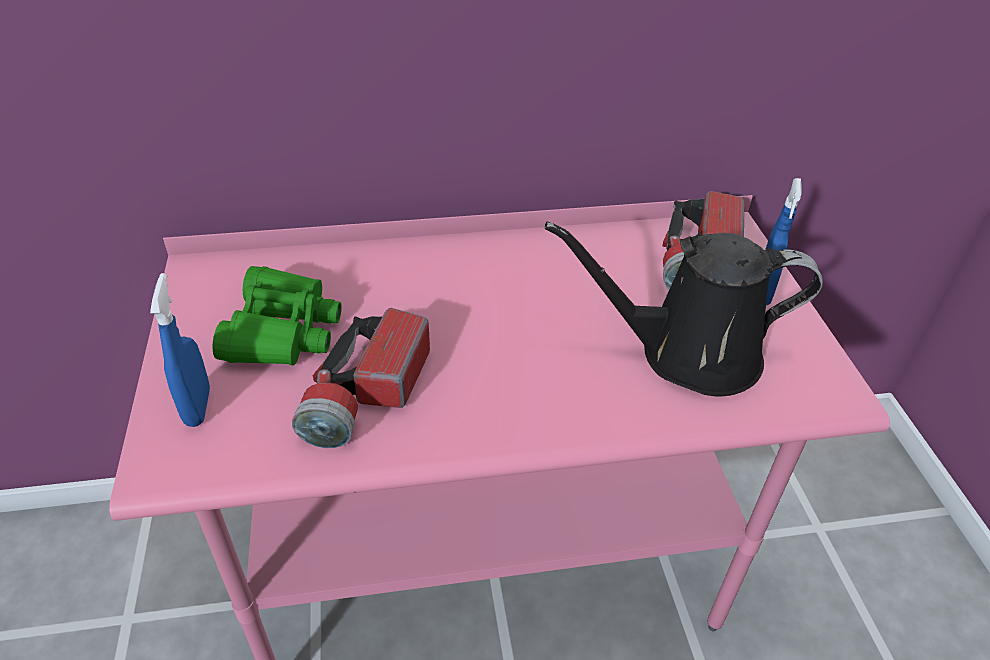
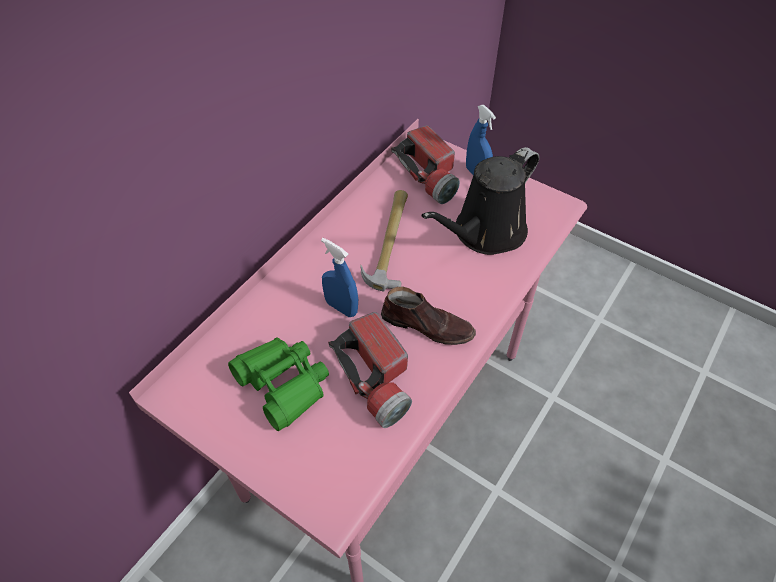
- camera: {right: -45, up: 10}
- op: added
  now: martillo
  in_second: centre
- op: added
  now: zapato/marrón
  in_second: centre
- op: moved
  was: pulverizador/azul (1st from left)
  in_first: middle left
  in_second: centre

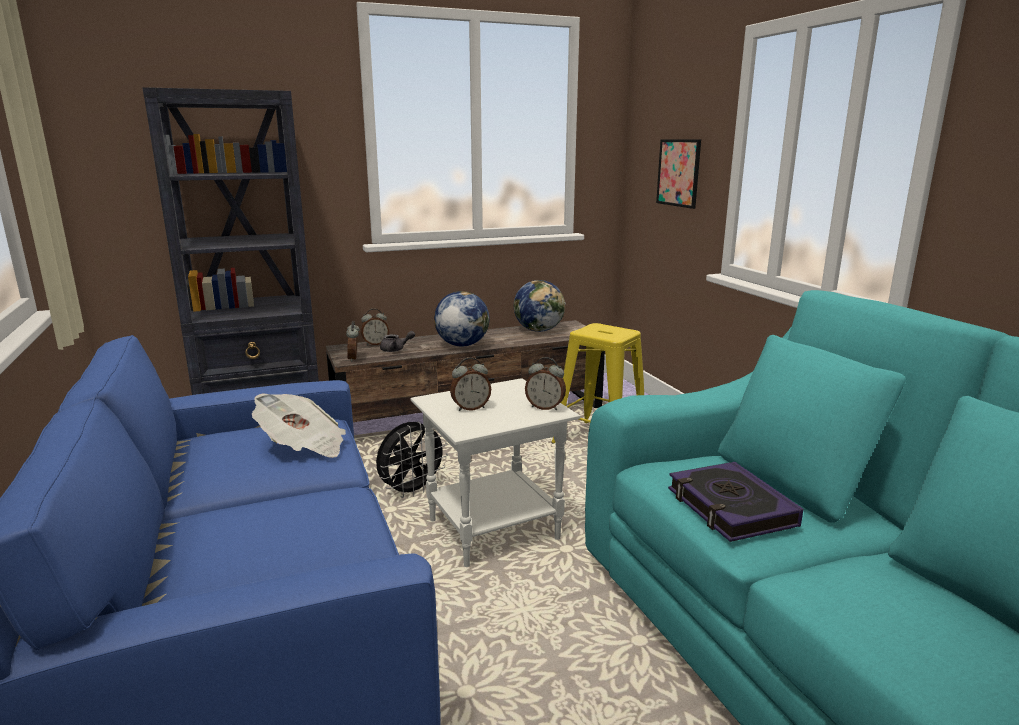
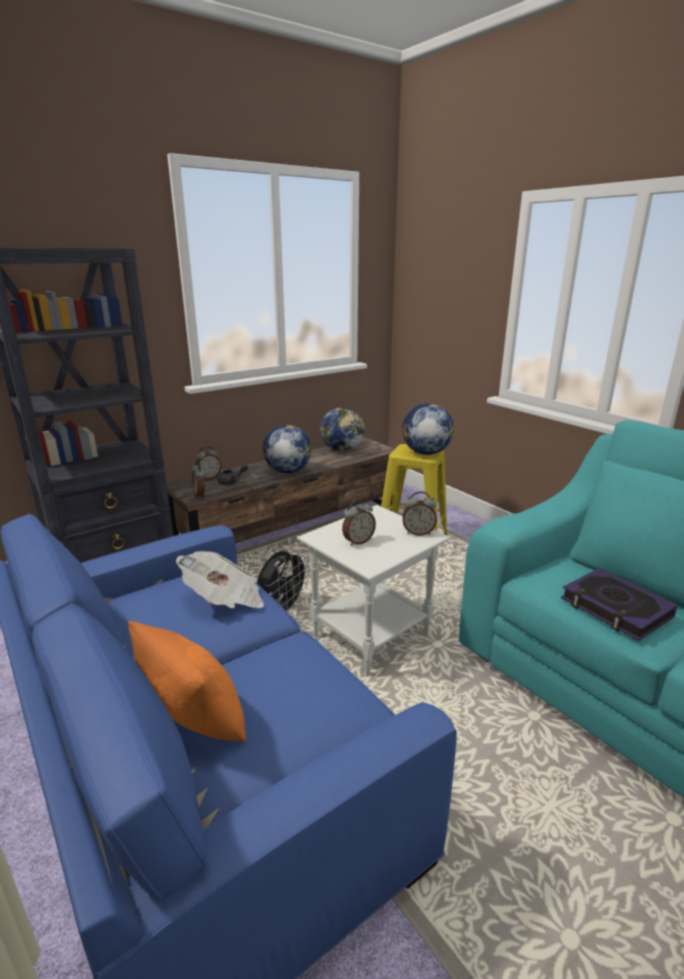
- camera: {right: -15, up: 5}
- op: removed
  was: cuadro
  in_first: top centre
- op: added
  now: cojín/naranja
  in_second: bottom left
- op: added
  now: globo terráqueo (3rd from left)
  in_second: centre

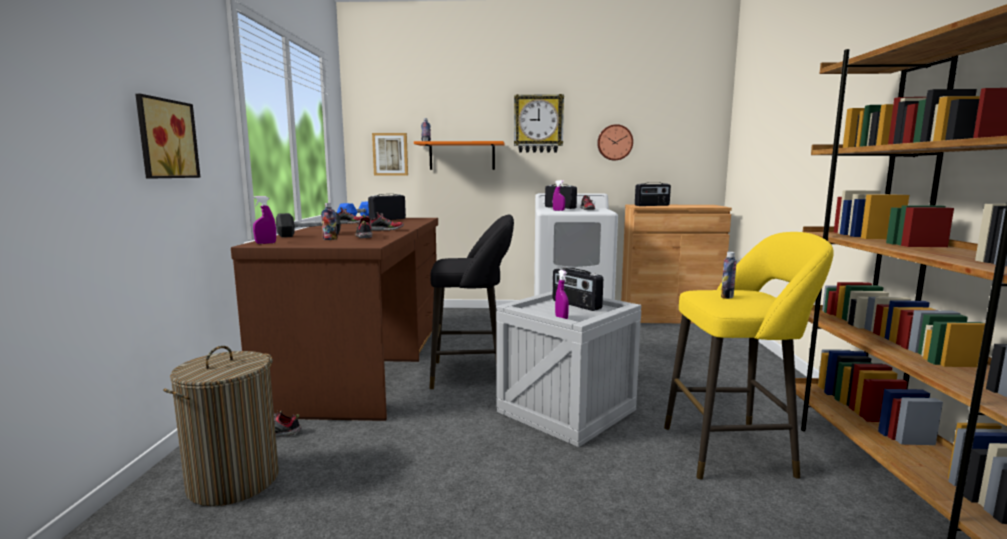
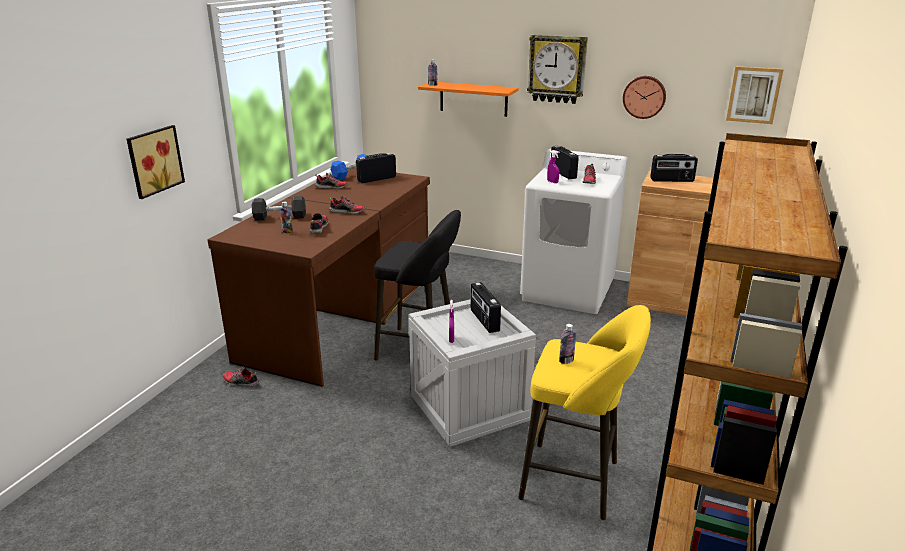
- camera: {right: 20, up: 15}
- op: removed
  was: cesto de la ropa
  in_first: bottom left
- op: removed
  was: pulverizador/morado (1st from left)
  in_first: middle left
- op: moved
  was: cuadro (2nd from left)
  in_first: top centre
  in_second: top right

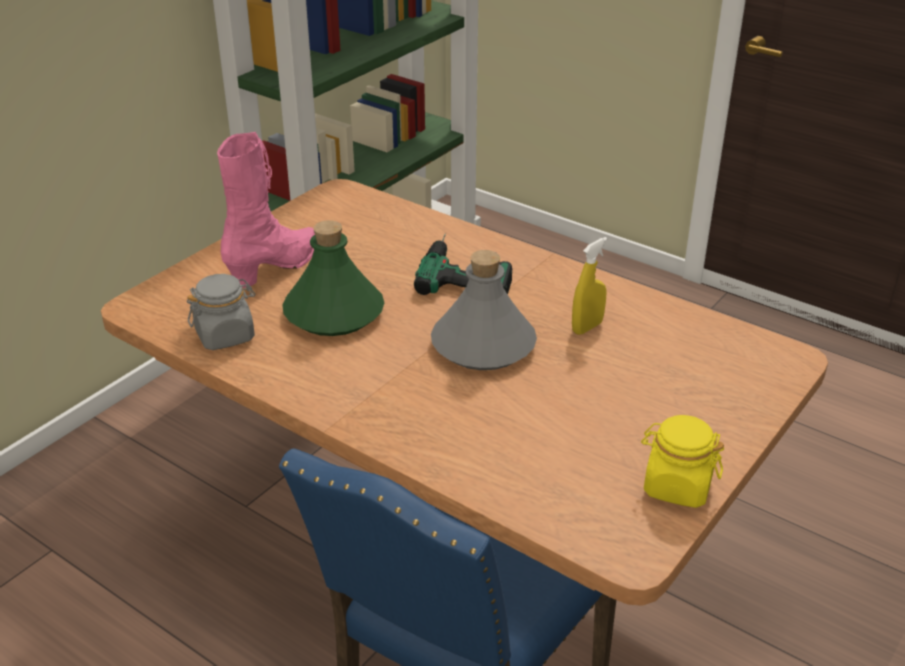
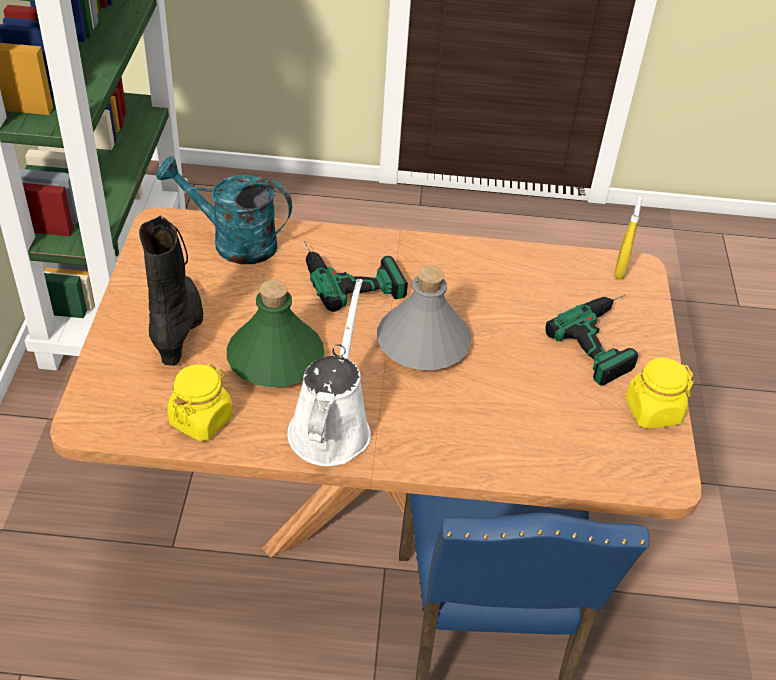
- camera: {right: -35, up: 10}
- op: added
  now: regadera/turquesa
  in_second: top left
- op: added
  now: regadera/blanco
  in_second: centre
- op: added
  now: taladro (2nd from left)
  in_second: middle right
- op: moved
  was: pulverizador/amarillo
  in_first: centre
  in_second: middle right
- op: recoloured
  was: tarro/gris
  now: tarro/amarillo (1st from left)
  in_first: middle left
  in_second: middle left
- op: recoloured
  was: bota/rosa
  now: bota/negro
  in_first: top left
  in_second: middle left

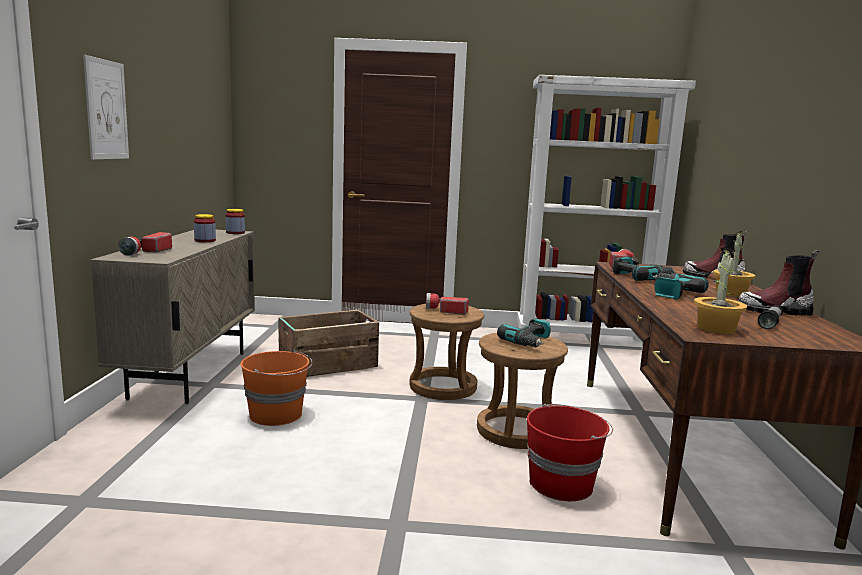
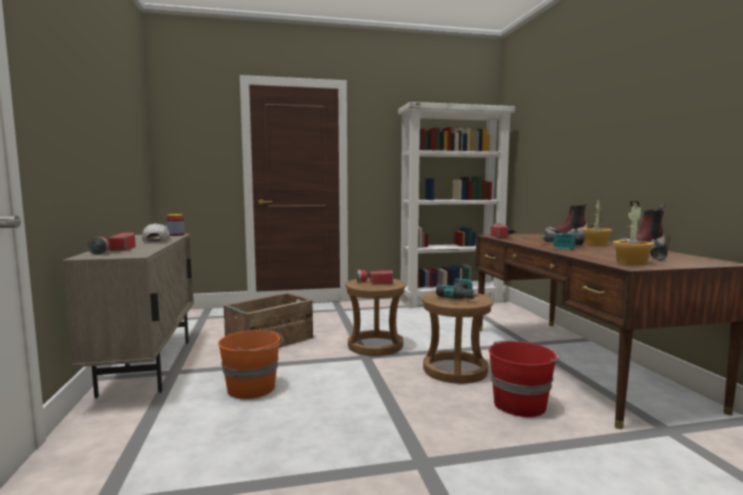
- camera: {right: -15, up: -5}
- op: removed
  was: cuadro
  in_first: top left
- op: removed
  was: taladro (2nd from left)
  in_first: middle right
- op: replaced
  was: tarro (1st from left)
  now: gorra/blanco
  in_first: middle left
  in_second: middle left

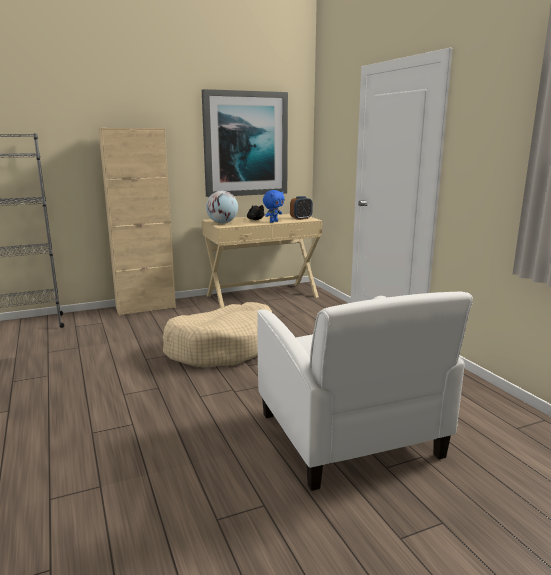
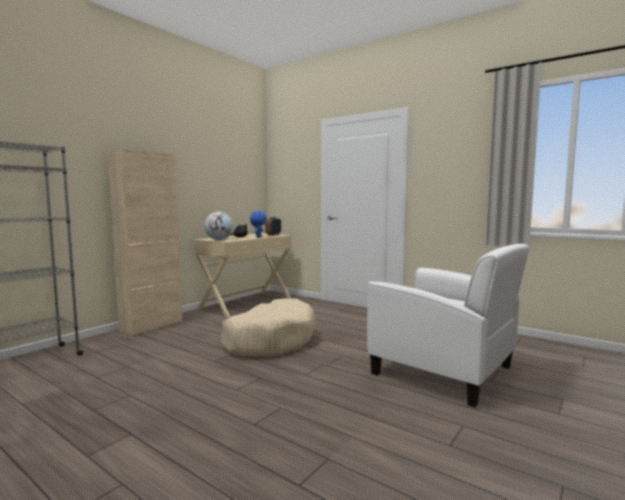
- camera: {right: -30, up: -10}
- op: removed
  was: cuadro
  in_first: top centre

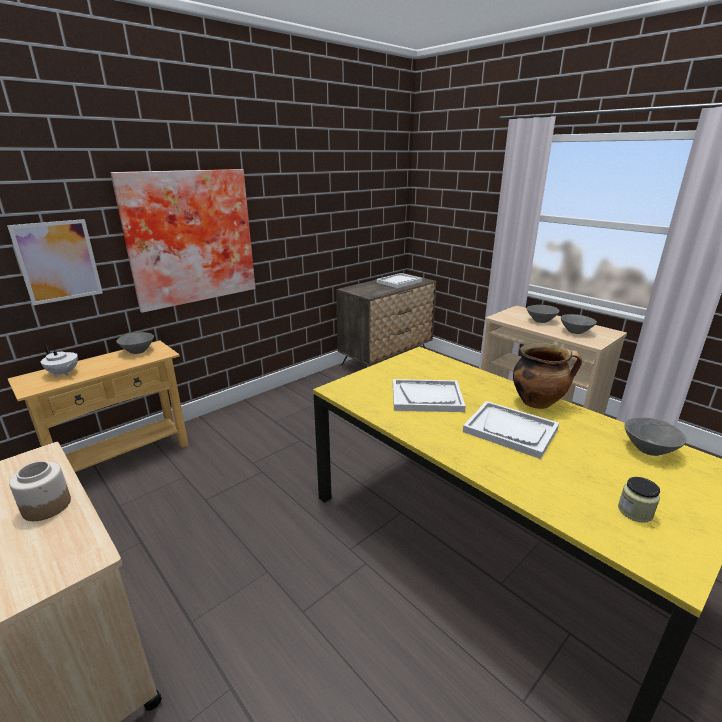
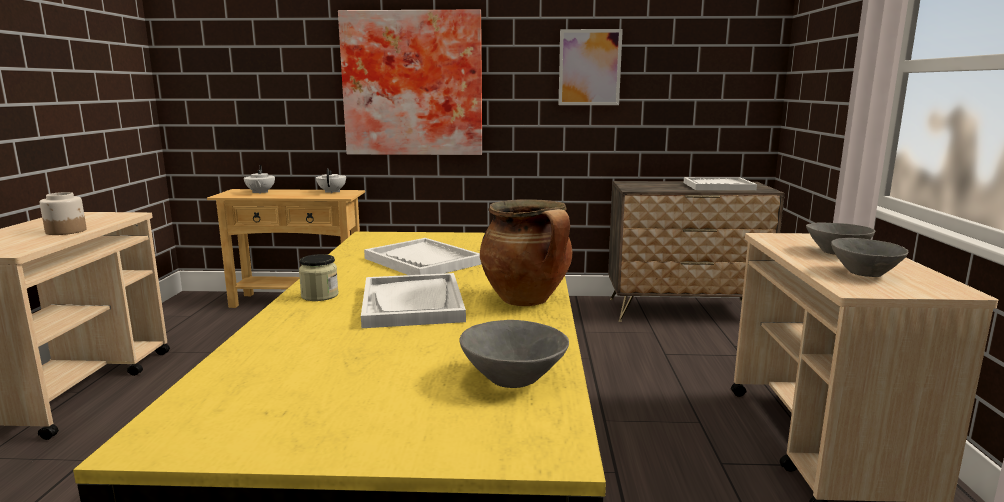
- camera: {right: 45, up: -10}
- op: moved
  was: cuadro (1st from left in the first image)
  now: cuadro (2nd from left)
  in_first: middle left
  in_second: top centre
- op: moved
  was: tarro (2nd from left)
  in_first: bottom right
  in_second: middle left
- op: replaced
  was: cuenco/gris (1st from left)
  now: tetera/blanco (2nd from left)
  in_first: middle left
  in_second: middle left

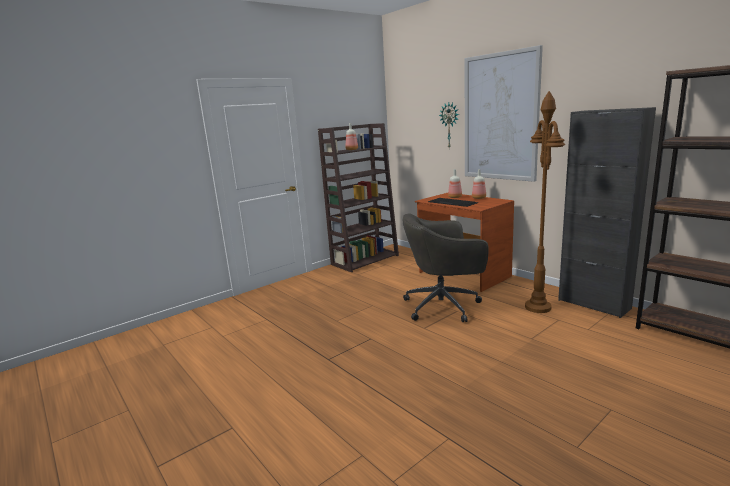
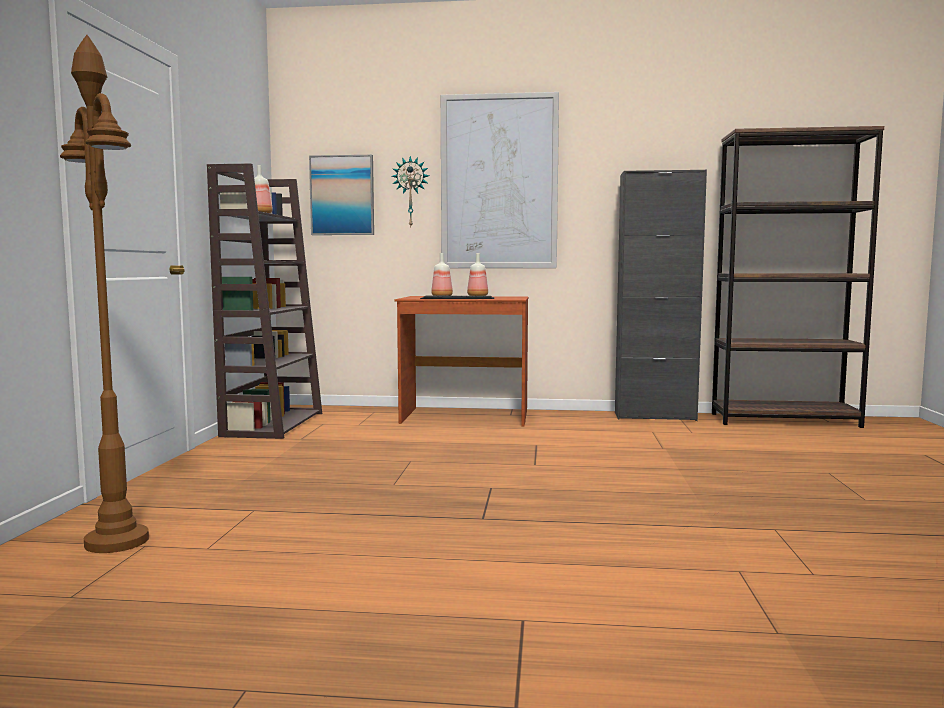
- camera: {right: -45, up: -10}
- op: removed
  was: silla de oficina/gris
  in_first: centre
- op: added
  now: cuadro (1st from left)
  in_second: top centre
- op: moved
  was: lámpara de pie/marrón
  in_first: middle right
  in_second: middle left

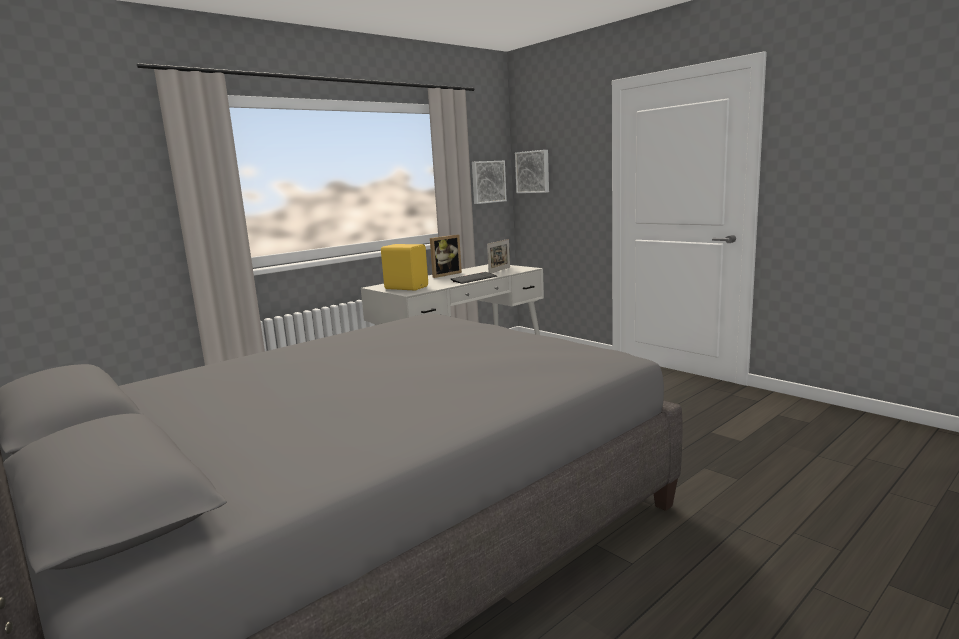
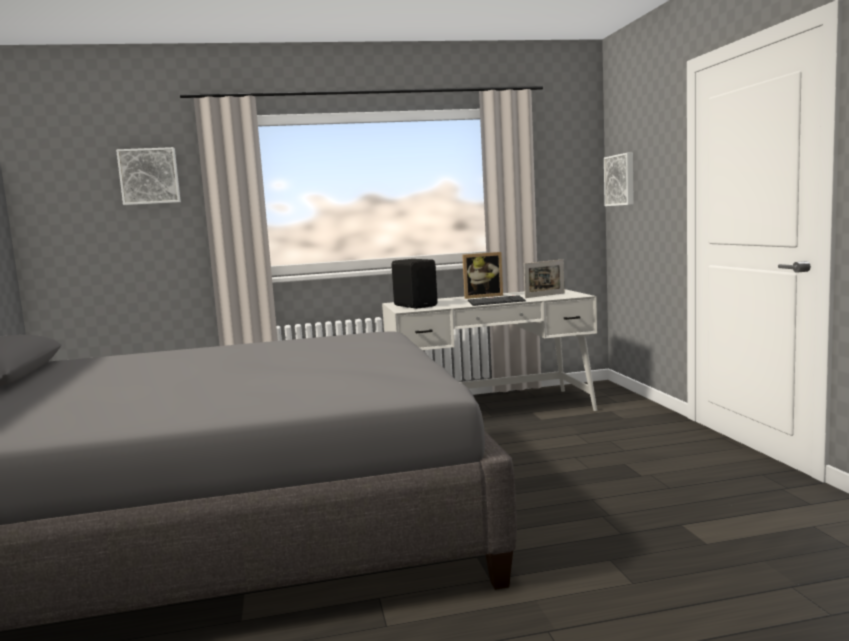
- camera: {right: 30, up: -5}
- op: moved
  was: cuadro (1st from left)
  in_first: top centre
  in_second: top left
- op: recoloured
  was: altavoz/amarillo
  now: altavoz/negro
  in_first: centre
  in_second: centre

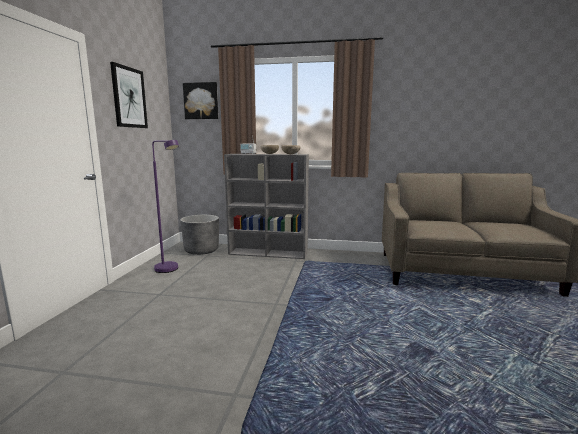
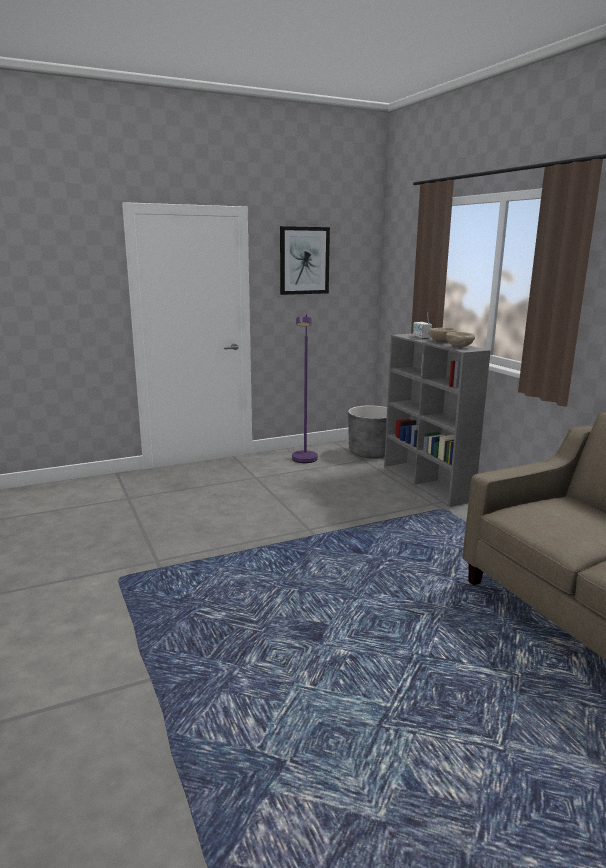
- camera: {right: 55, up: 5}
- op: removed
  was: cuadro (2nd from left)
  in_first: top centre

